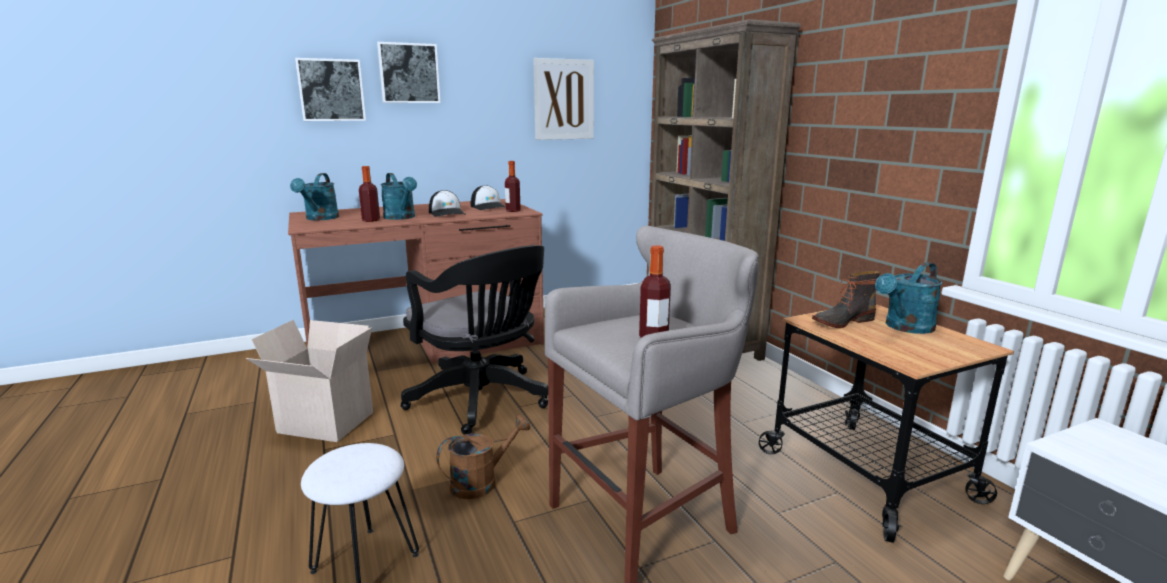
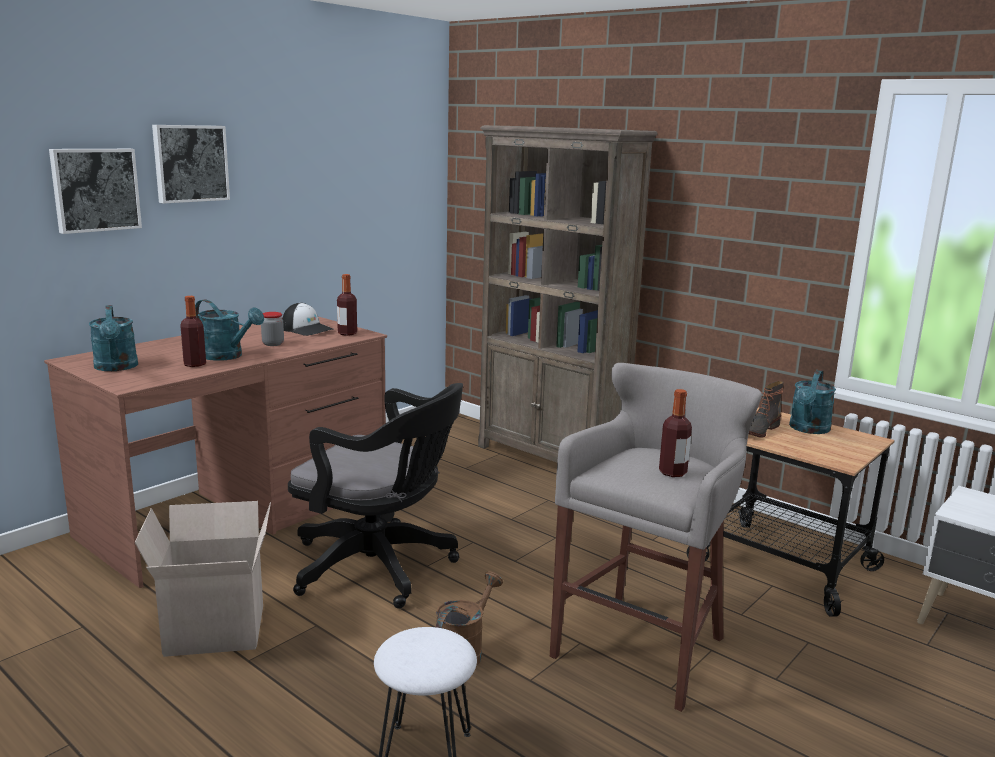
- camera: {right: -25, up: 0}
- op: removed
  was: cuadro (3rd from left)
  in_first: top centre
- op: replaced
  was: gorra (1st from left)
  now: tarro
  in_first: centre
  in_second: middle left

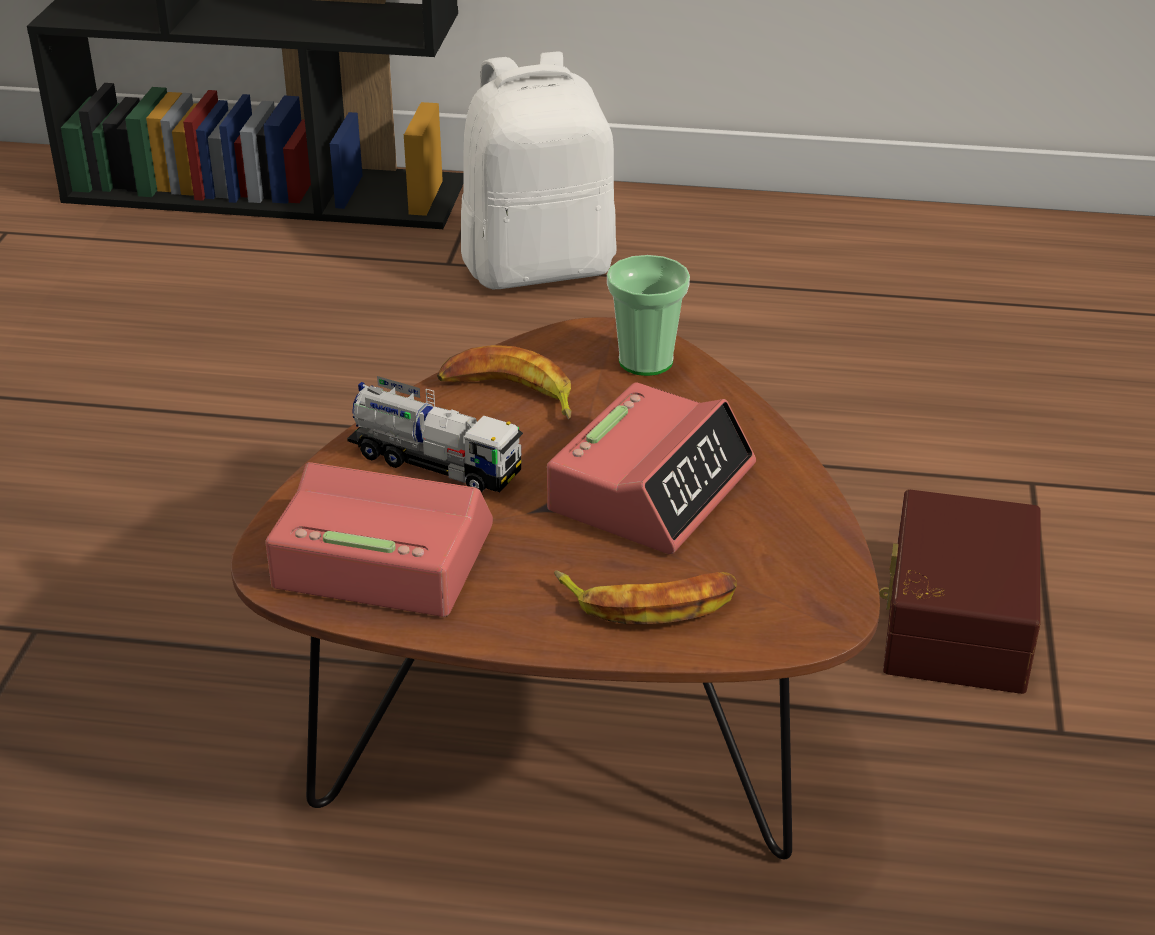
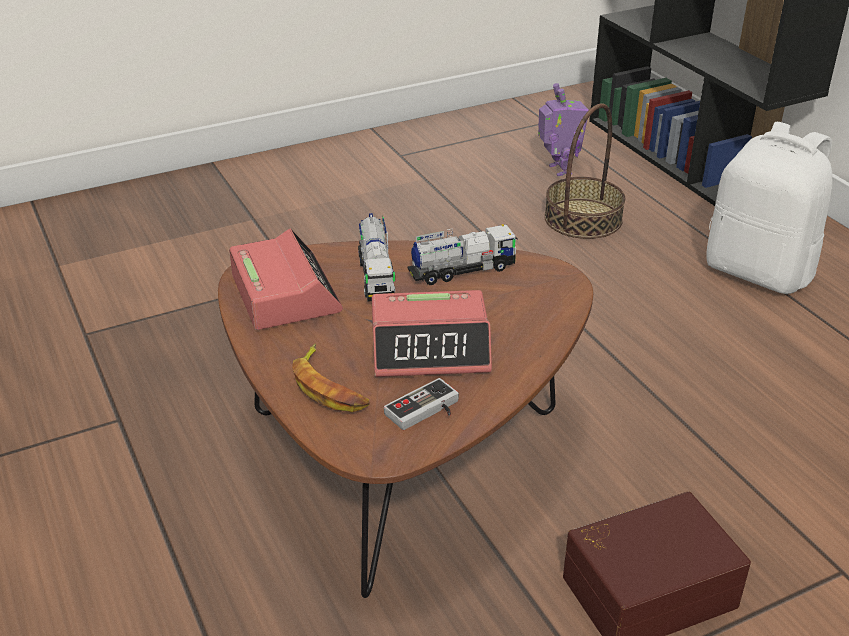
- camera: {right: 55, up: 0}
- op: removed
  was: taza
  in_first: centre
- op: added
  now: mando de consola
  in_second: centre
- op: added
  now: robot de juguete
  in_second: top centre
- op: added
  now: cesta
  in_second: top right
- op: replaced
  was: plátano (1st from left)
  now: camión de juguete (2nd from left)
  in_first: centre
  in_second: centre

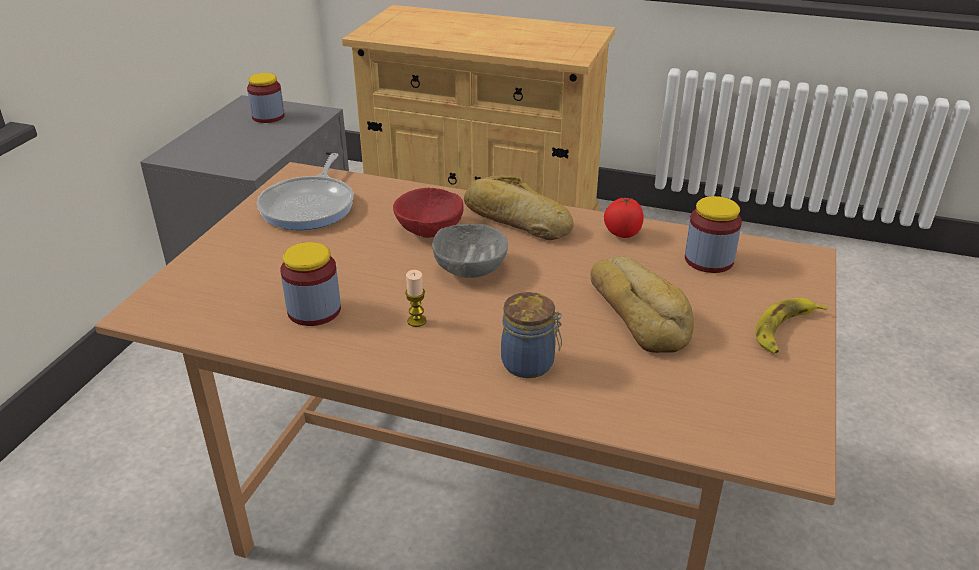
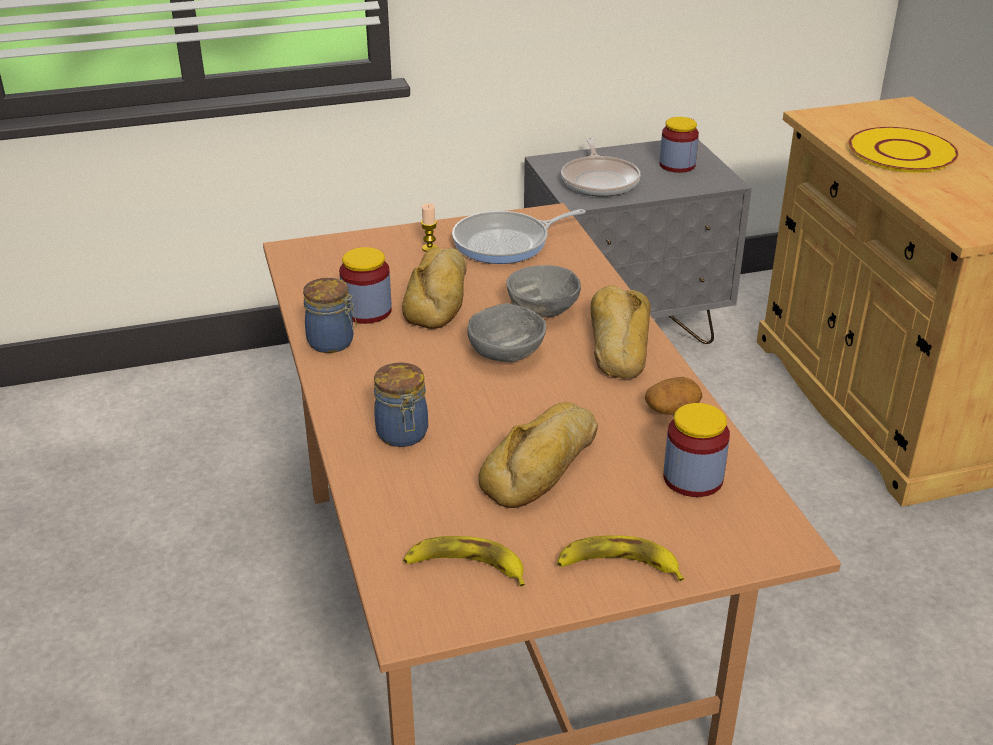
- camera: {right: 55, up: 0}
- op: added
  now: tarro (1st from left)
  in_second: middle left
- op: added
  now: pan (1st from left)
  in_second: centre
- op: added
  now: plátano (1st from left)
  in_second: bottom centre
- op: added
  now: sartén (2nd from left)
  in_second: top centre
- op: added
  now: plato/amarillo
  in_second: top right
- op: moved
  was: vela
  in_first: centre
  in_second: top centre
- op: replaced
  was: tomate
  now: patata
  in_first: centre
  in_second: middle right
- op: recoloured
  was: cuenco/rojo
  now: cuenco/gris (2nd from left)
  in_first: centre
  in_second: centre

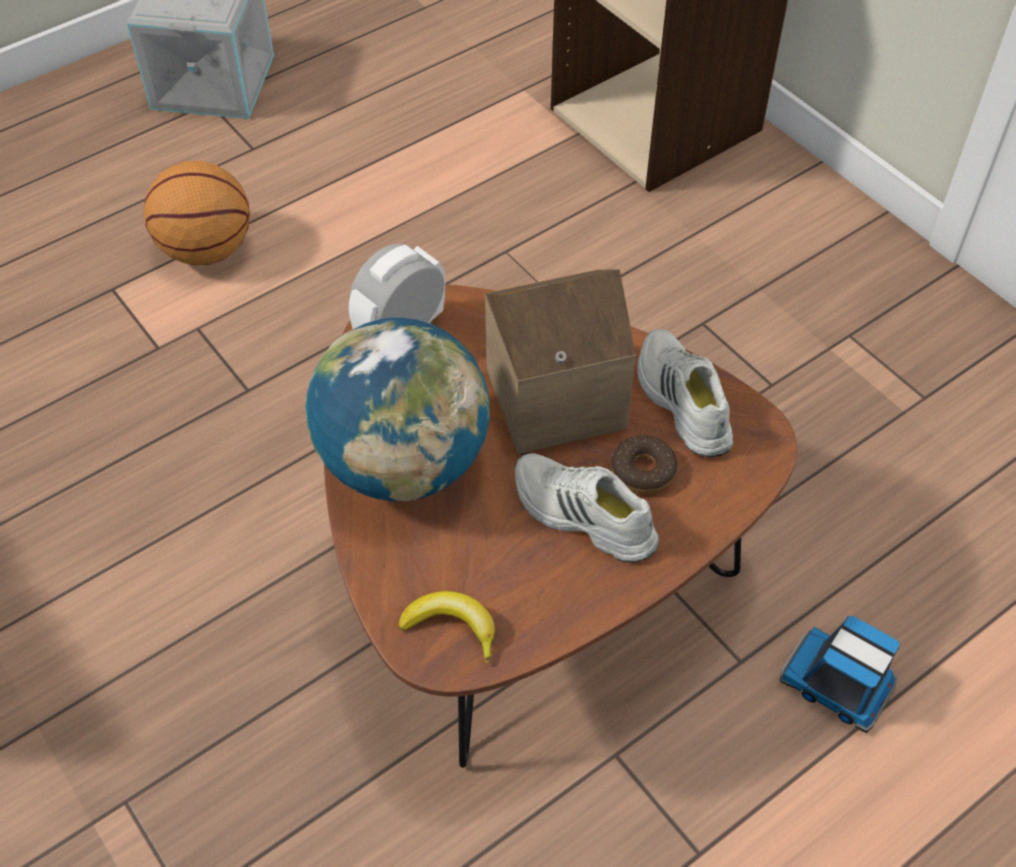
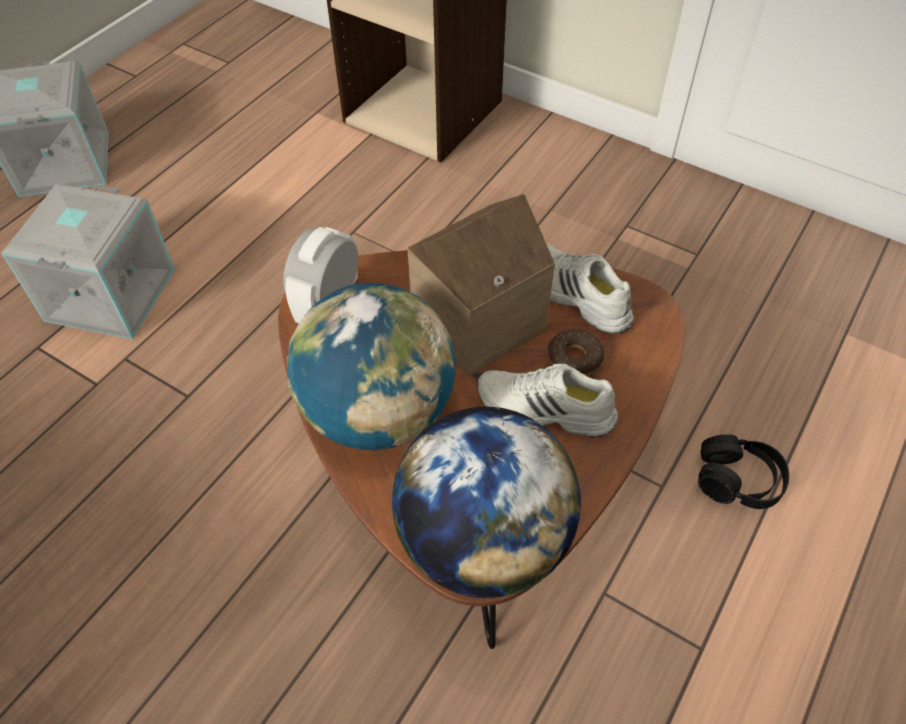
- camera: {right: -20, up: 0}
- op: replaced
  was: balón de baloncesto
  now: caja de almacenaje/gris (2nd from left)
  in_first: top left
  in_second: middle left
- op: replaced
  was: plátano
  now: globo terráqueo (2nd from left)
  in_first: bottom centre
  in_second: bottom centre
- op: replaced
  was: camión de juguete
  now: auriculares/negro
  in_first: bottom right
  in_second: middle right

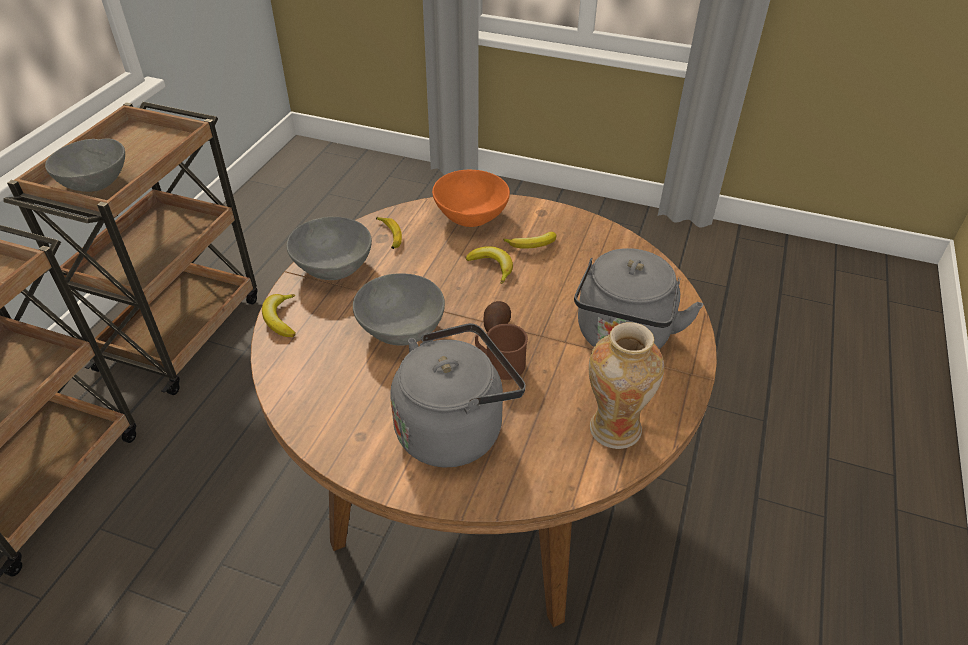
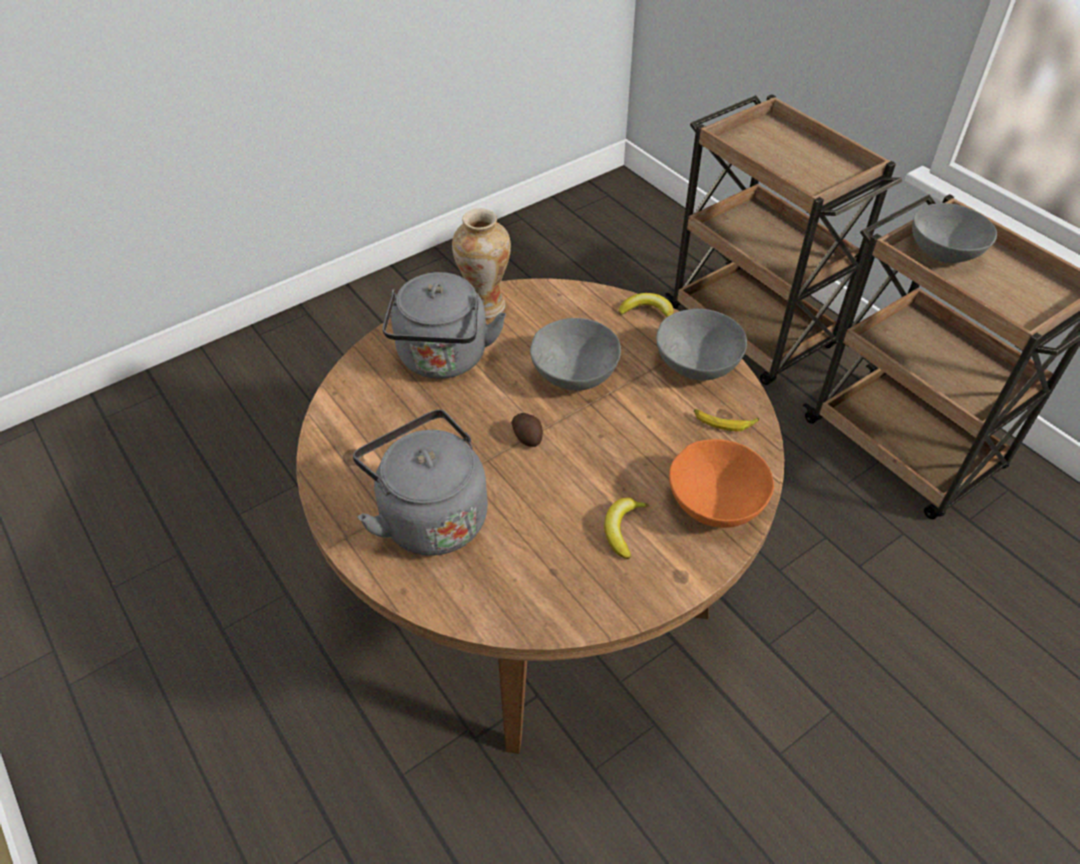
- camera: {right: 125, up: 5}
- op: removed
  was: plátano (3rd from left)
  in_first: centre
- op: removed
  was: taza grande/marrón
  in_first: centre
- op: moved
  was: florero
  in_first: centre
  in_second: top centre

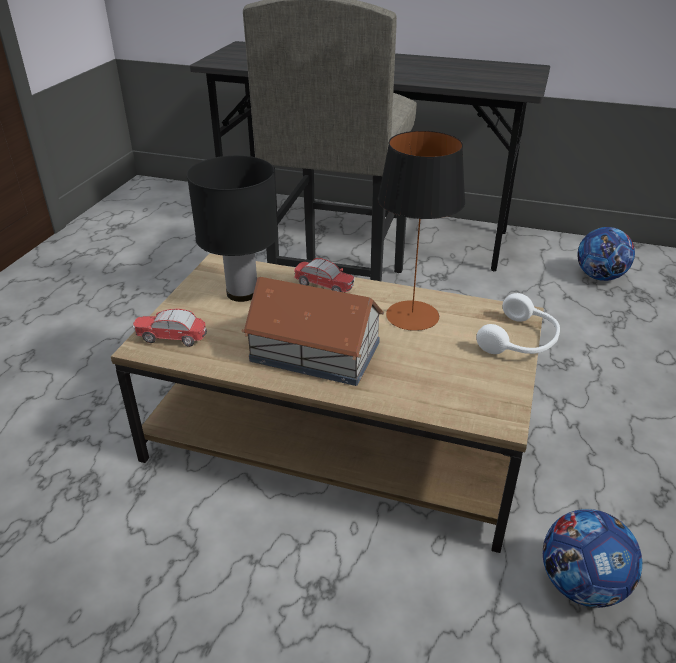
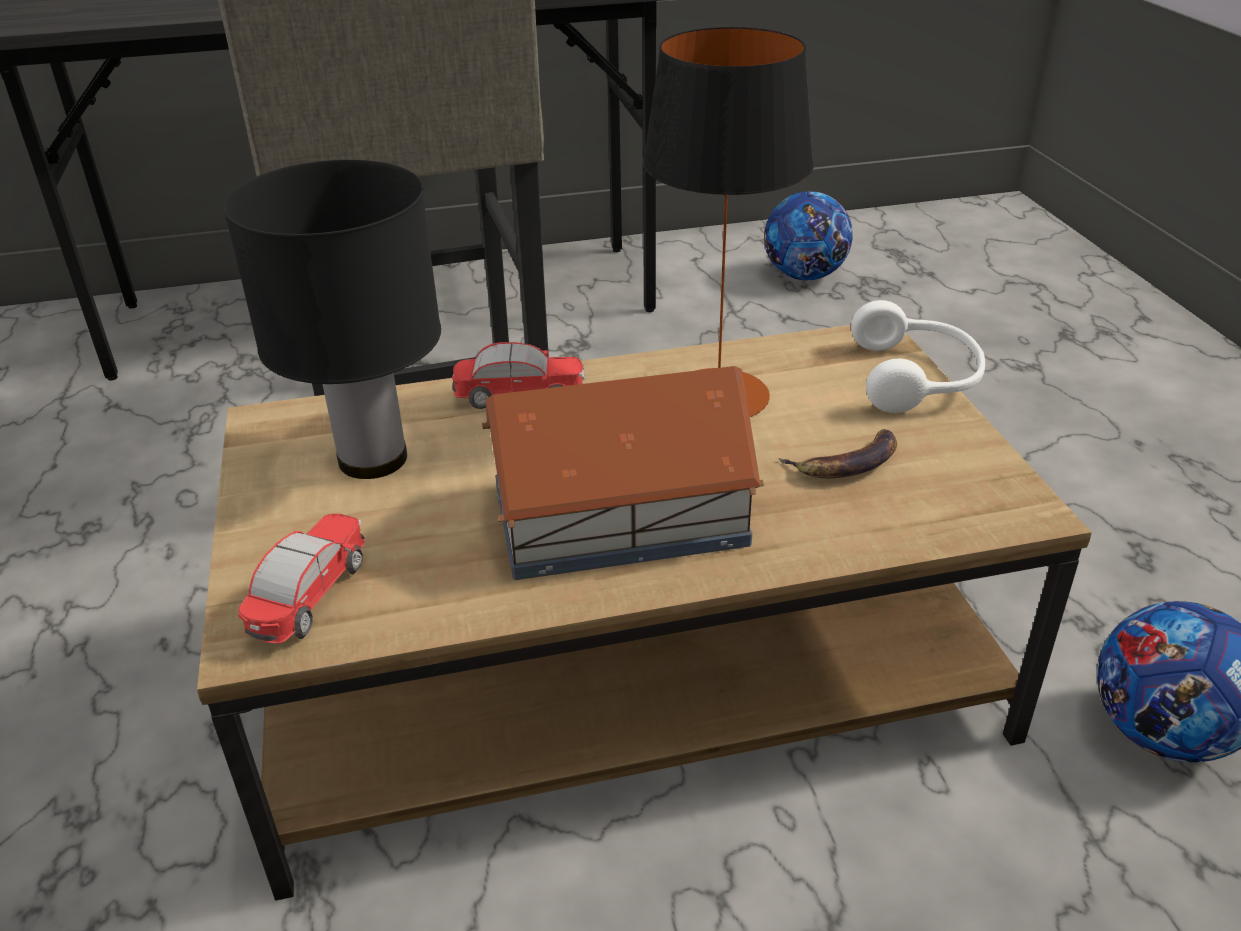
- camera: {right: -30, up: 0}
- op: added
  now: plátano
  in_second: middle right
- op: turned
  was: coche de juguete (1st from left)
  in_first: middle left
  in_second: middle left
  clockwise: 135

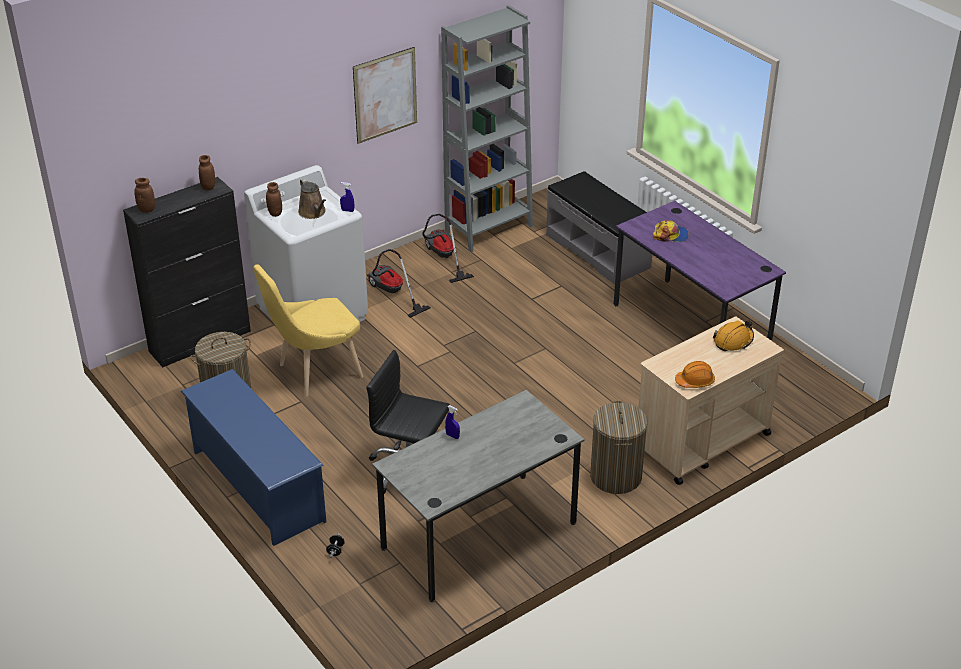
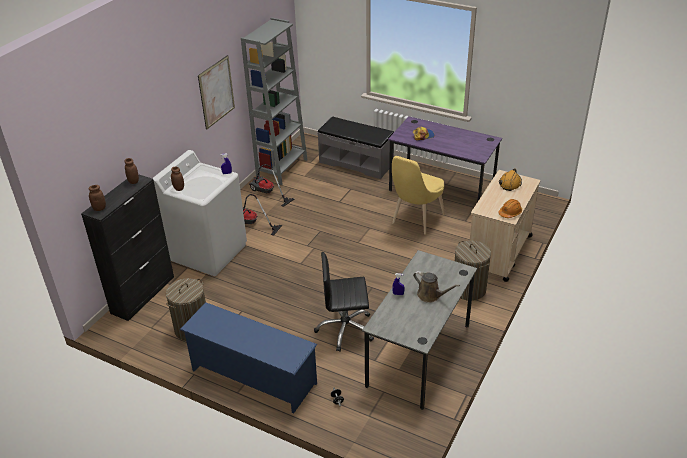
- camera: {right: -25, up: 0}
- op: moved
  was: silla/amarillo
  in_first: middle left
  in_second: centre
- op: moved
  was: regadera/marrón
  in_first: top left
  in_second: centre

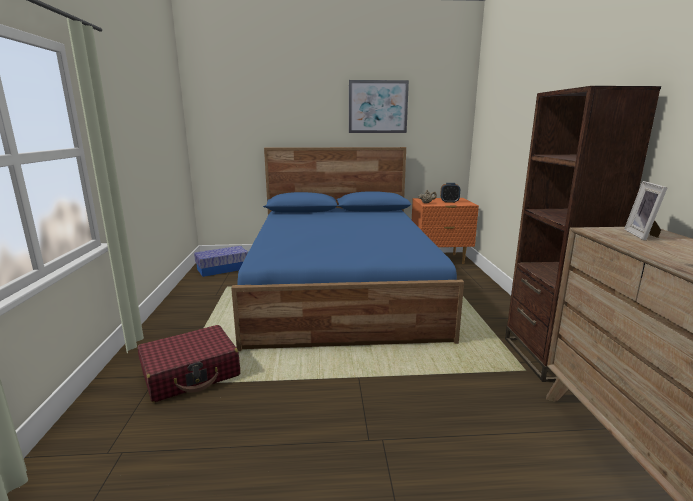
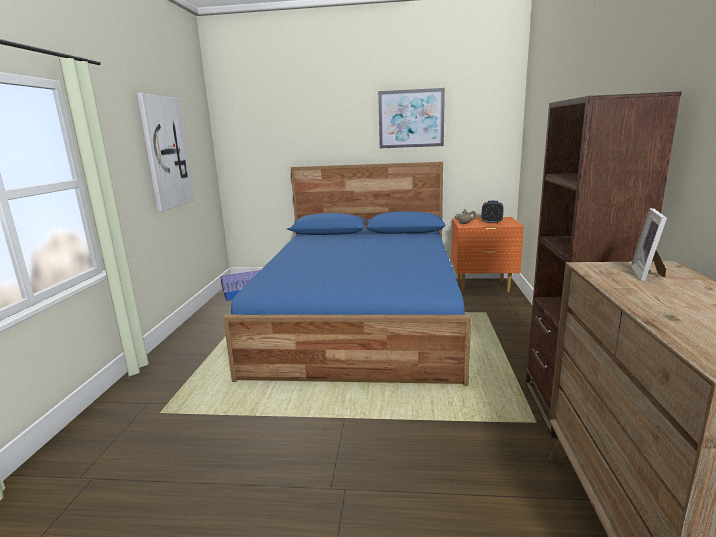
- camera: {right: 10, up: 0}
- op: removed
  was: maleta/rojo
  in_first: bottom left
- op: added
  now: cuadro (1st from left)
  in_second: top left

